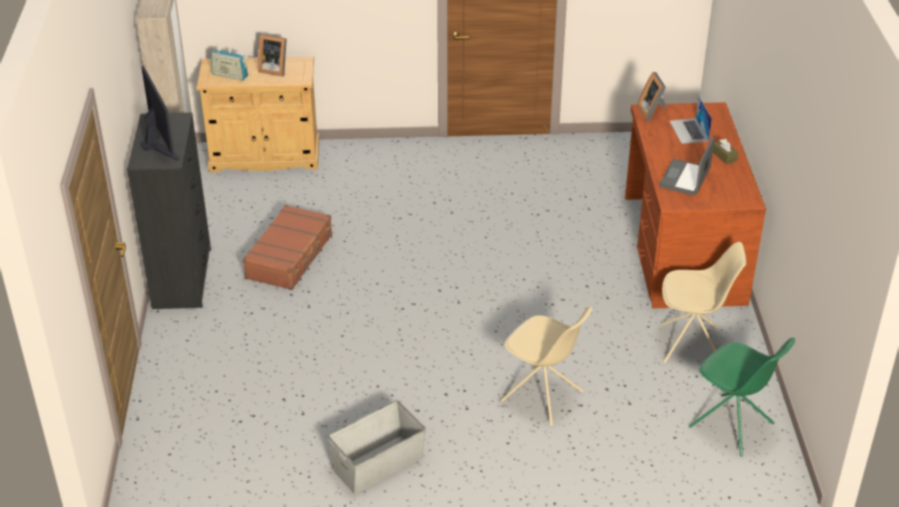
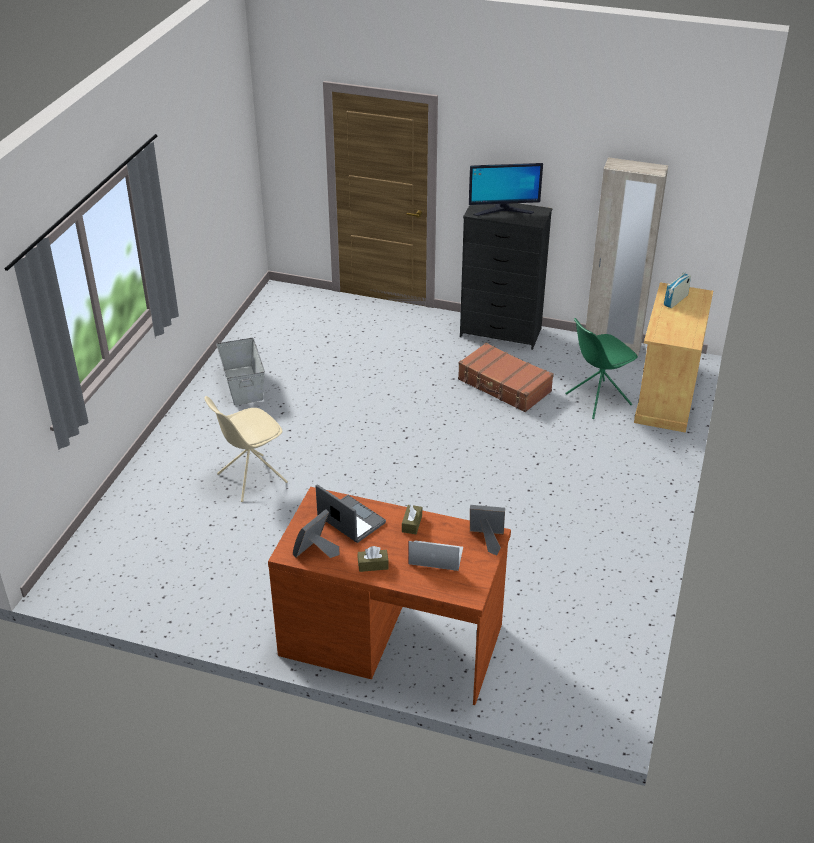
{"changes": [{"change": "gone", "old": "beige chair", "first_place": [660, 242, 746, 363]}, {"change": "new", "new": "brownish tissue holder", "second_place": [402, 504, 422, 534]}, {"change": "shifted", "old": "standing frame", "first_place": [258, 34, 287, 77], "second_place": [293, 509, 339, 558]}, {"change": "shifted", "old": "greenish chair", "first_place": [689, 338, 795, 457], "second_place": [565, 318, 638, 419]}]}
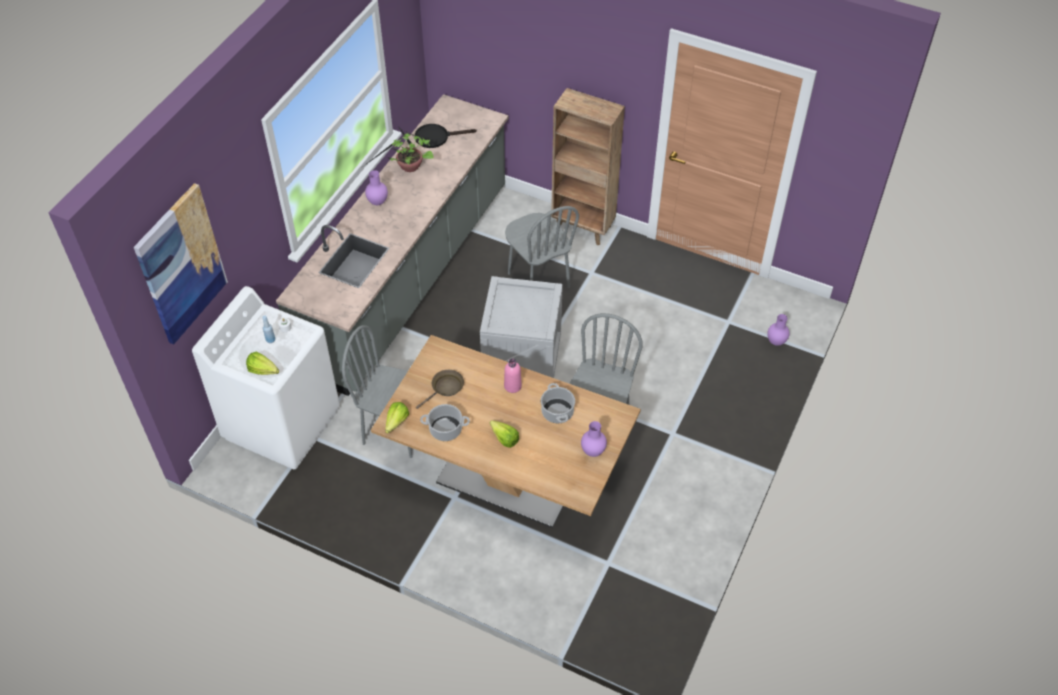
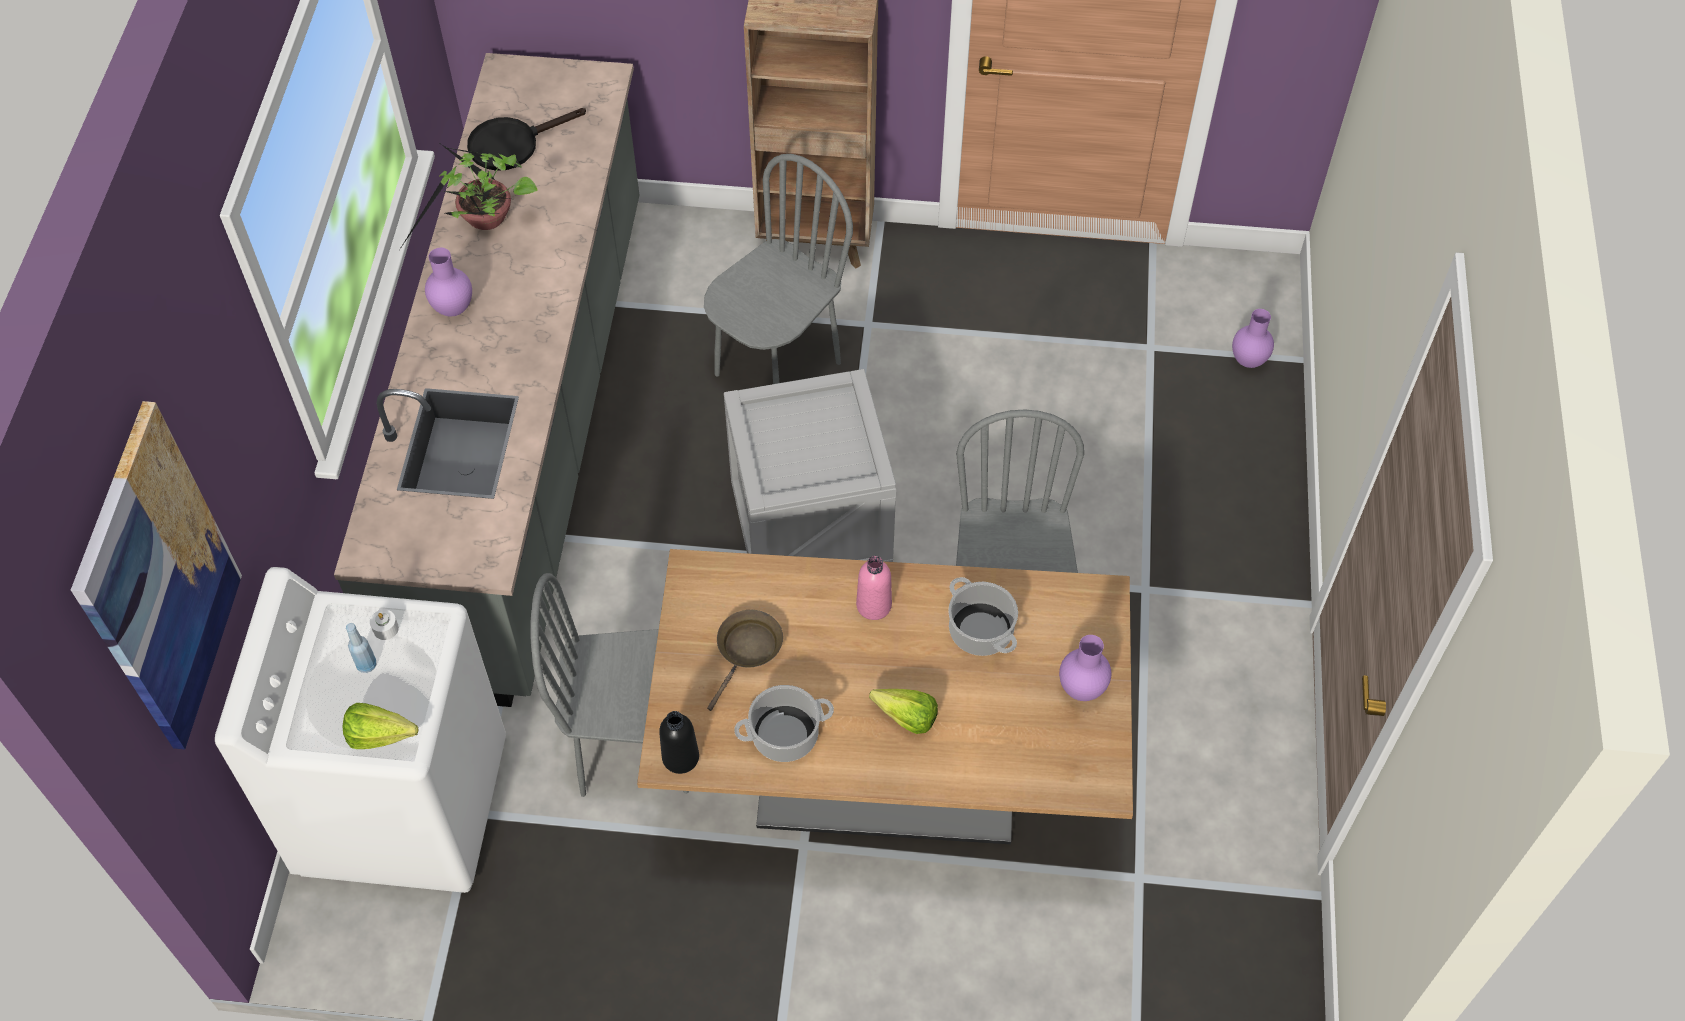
{"changes": [{"change": "swapped", "old": "lettuce head", "new": "blackish drink bottle", "first_place": [385, 402, 409, 434], "second_place": [659, 711, 699, 774]}, {"change": "rotated", "old": "grey chair", "first_place": [505, 206, 579, 288], "second_place": [704, 154, 853, 384], "degrees": -90}]}
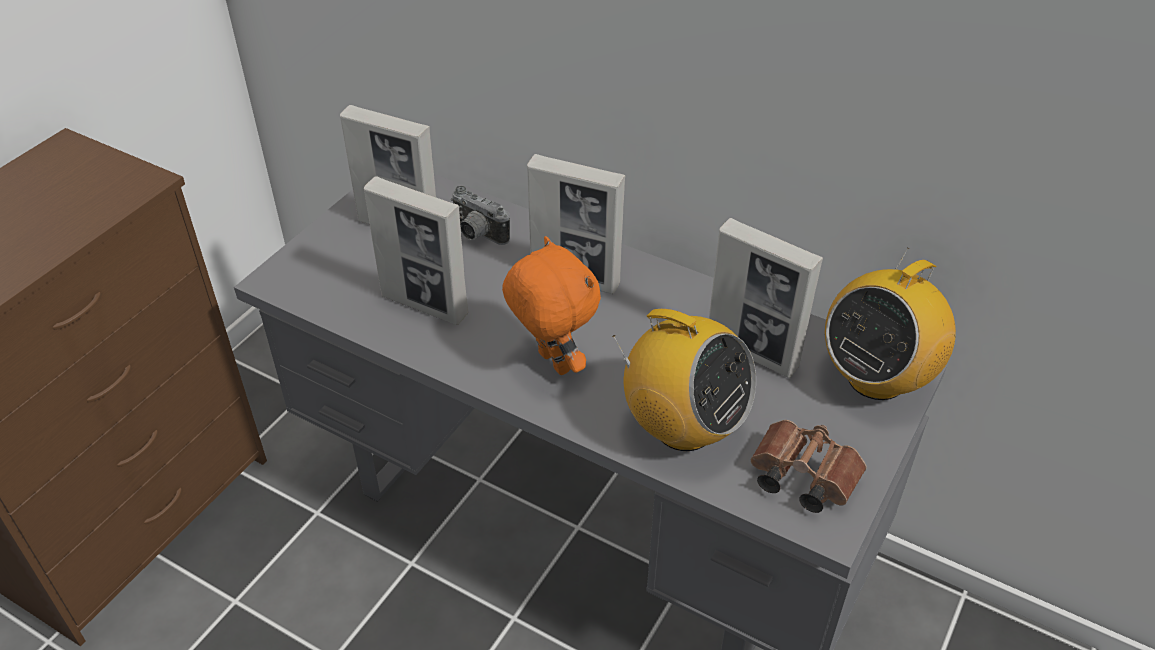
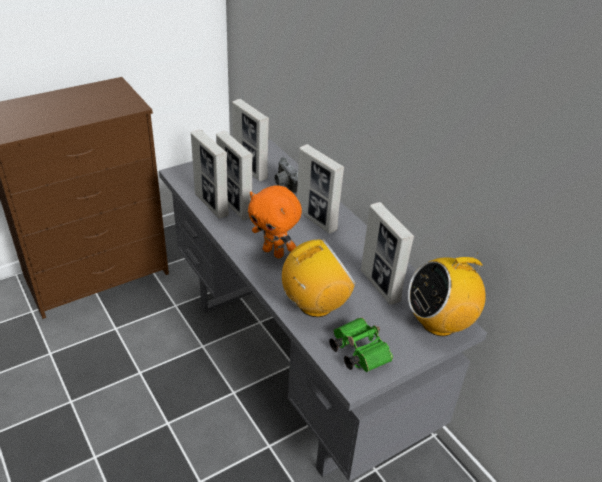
{"changes": [{"change": "new", "new": "standing frame", "second_place": [191, 129, 229, 218]}, {"change": "repainted", "old": "brownish field glasses", "new": "greenish field glasses", "first_place": [751, 420, 867, 513], "second_place": [329, 318, 393, 372]}, {"change": "rotated", "old": "orange-coloured cuddly toy", "first_place": [502, 236, 601, 375], "second_place": [248, 185, 302, 259], "degrees": 135}, {"change": "rotated", "old": "radio", "first_place": [612, 309, 756, 451], "second_place": [282, 239, 356, 317], "degrees": -90}]}
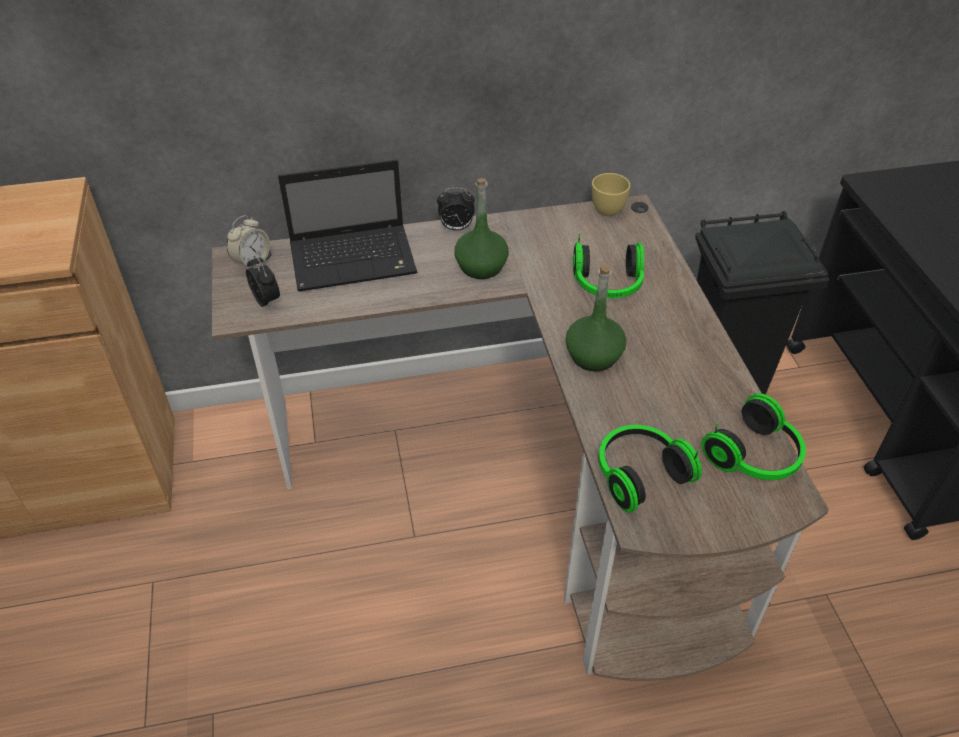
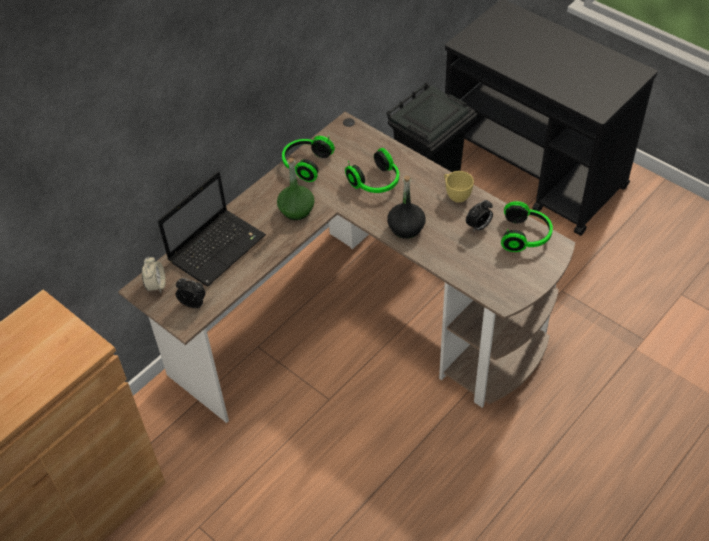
{"changes": [{"change": "shifted", "old": "bedside clock", "first_place": [437, 187, 475, 231], "second_place": [466, 200, 493, 232]}, {"change": "shifted", "old": "yellow-coloured small cup", "first_place": [592, 173, 630, 216], "second_place": [444, 171, 474, 203]}, {"change": "shifted", "old": "headphones", "first_place": [598, 425, 702, 513], "second_place": [282, 136, 335, 182]}, {"change": "repainted", "old": "greenish drink bottle", "new": "blackish drink bottle", "first_place": [565, 264, 626, 371], "second_place": [387, 175, 426, 239]}]}
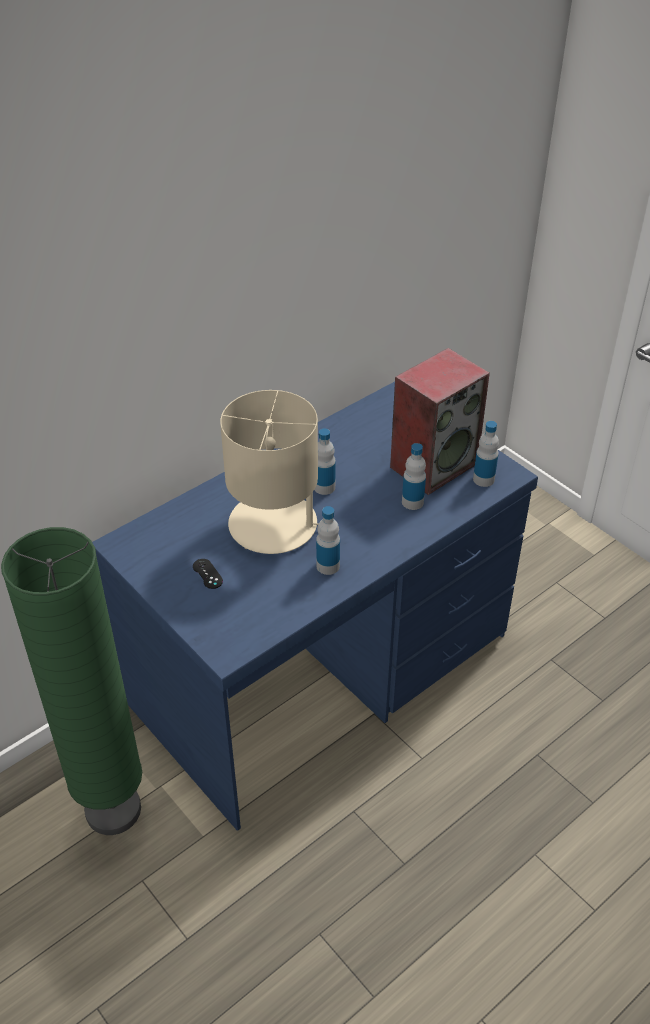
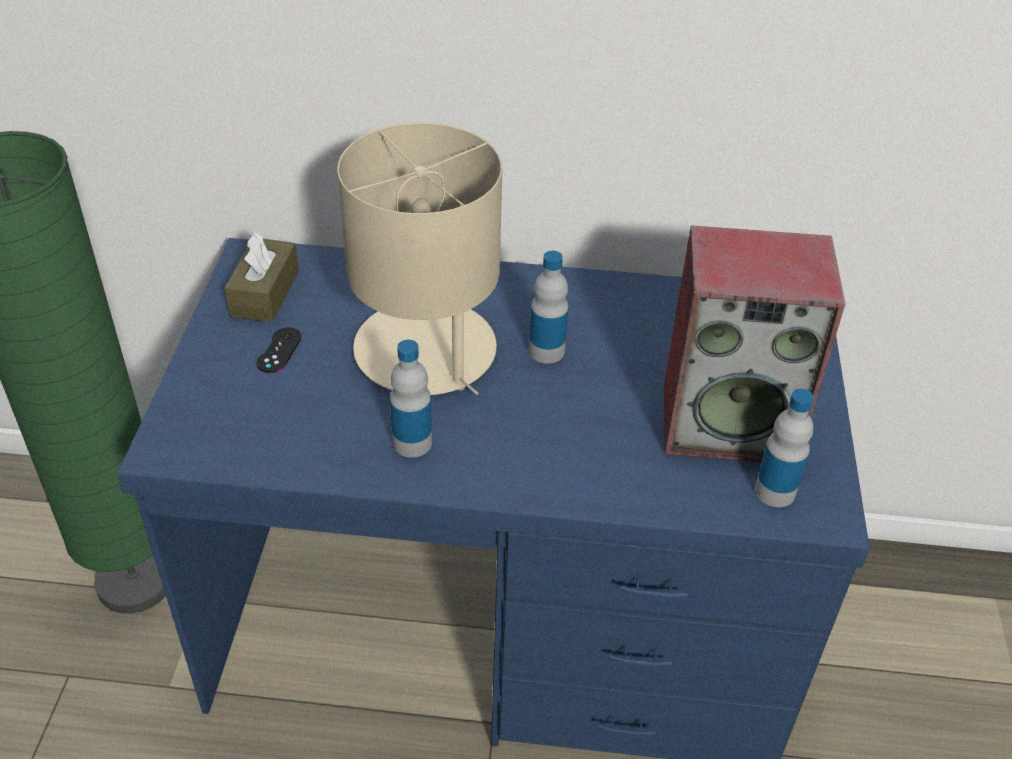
{"changes": [{"change": "gone", "old": "drink bottle", "first_place": [402, 443, 426, 510]}, {"change": "new", "new": "brownish tissue holder", "second_place": [224, 232, 299, 322]}]}
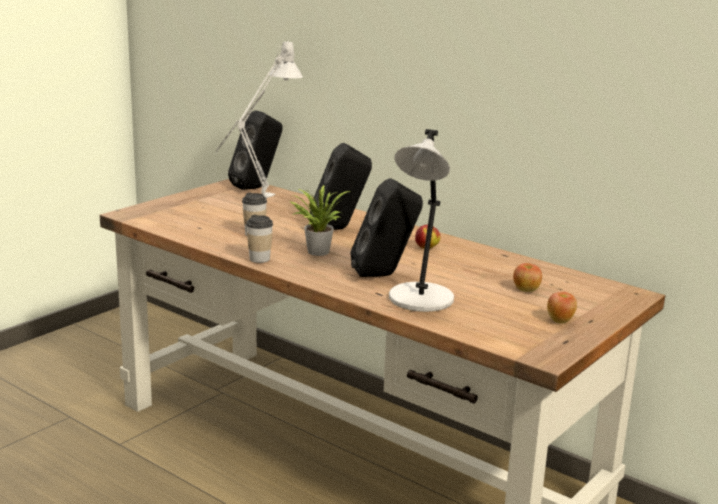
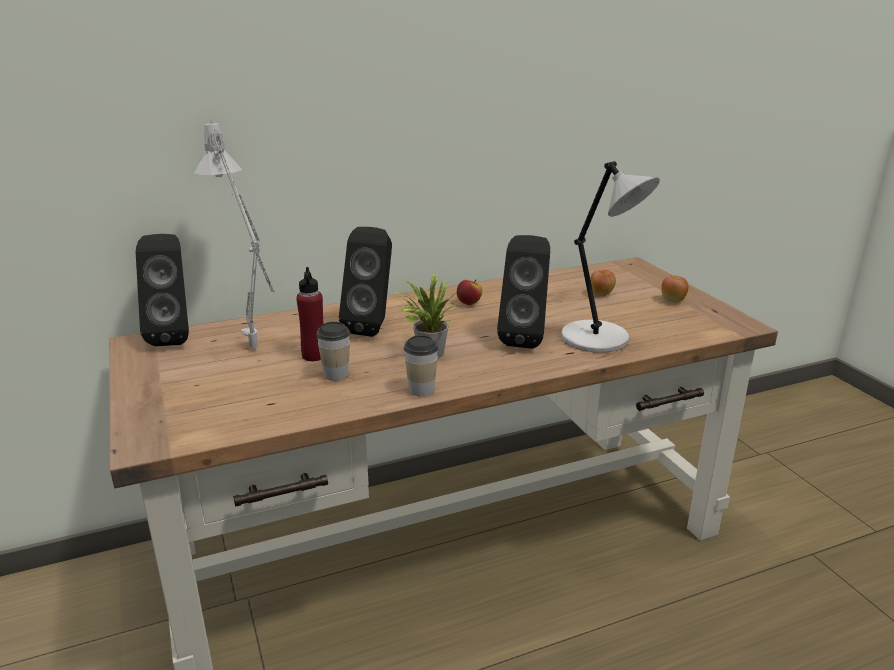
{"changes": [{"change": "new", "new": "reddish drink bottle", "second_place": [297, 267, 324, 361]}]}
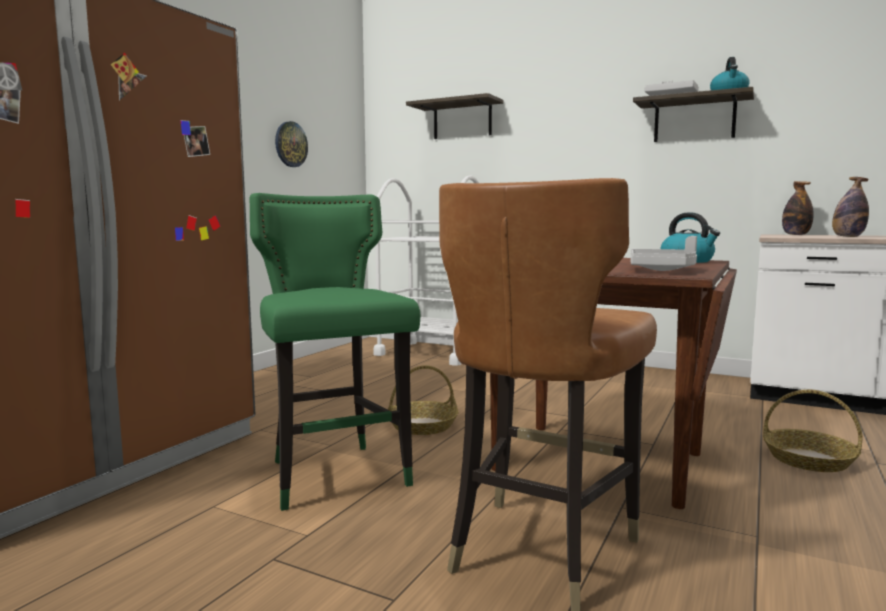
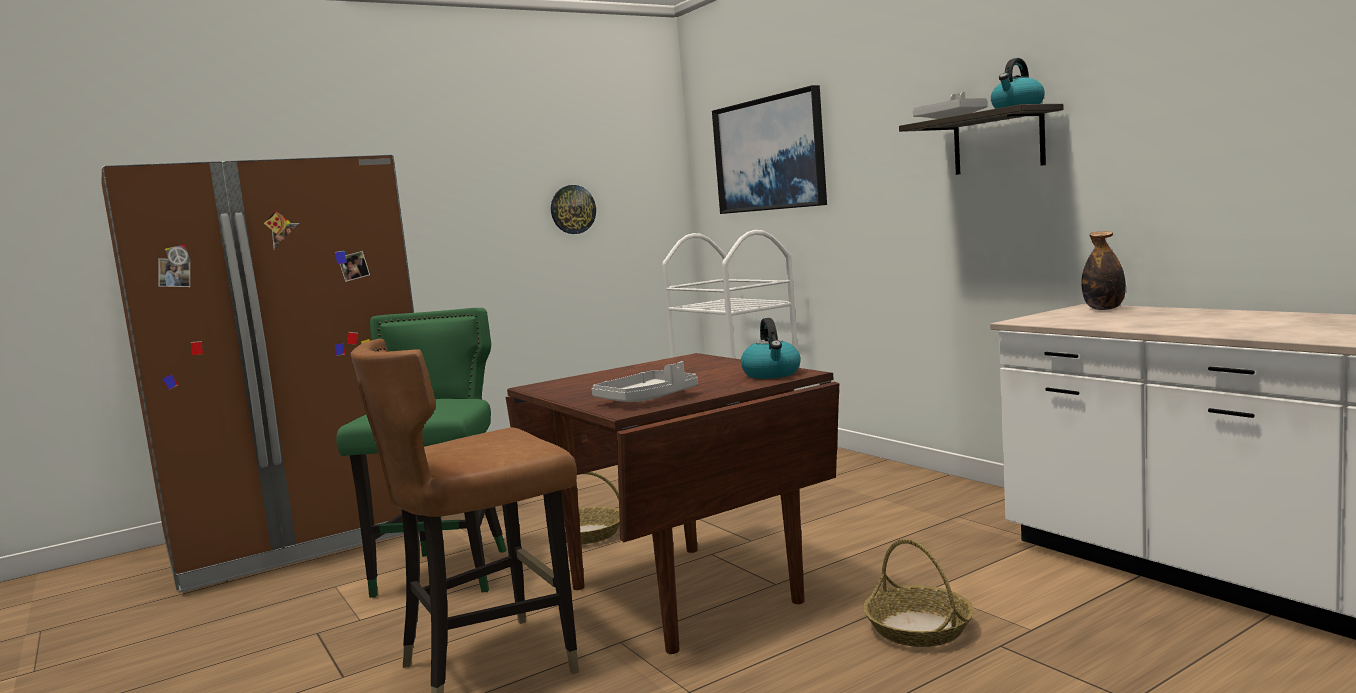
{"changes": [{"change": "gone", "old": "drink bottle", "first_place": [832, 177, 869, 237]}, {"change": "swapped", "old": "wall shelf", "new": "wall art", "first_place": [406, 93, 503, 139], "second_place": [712, 85, 827, 214]}]}
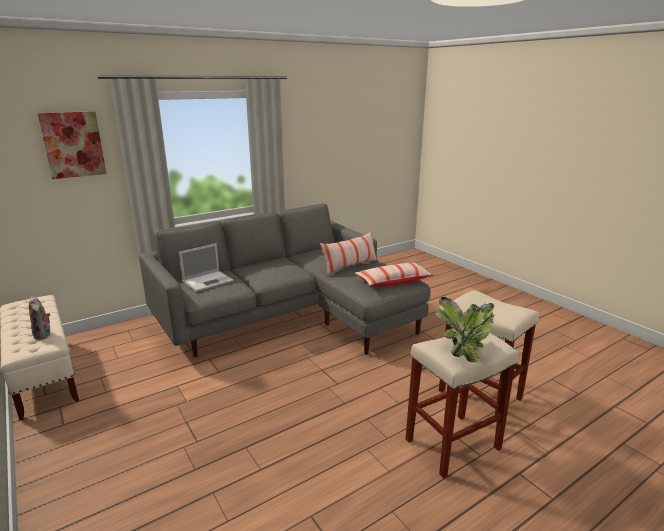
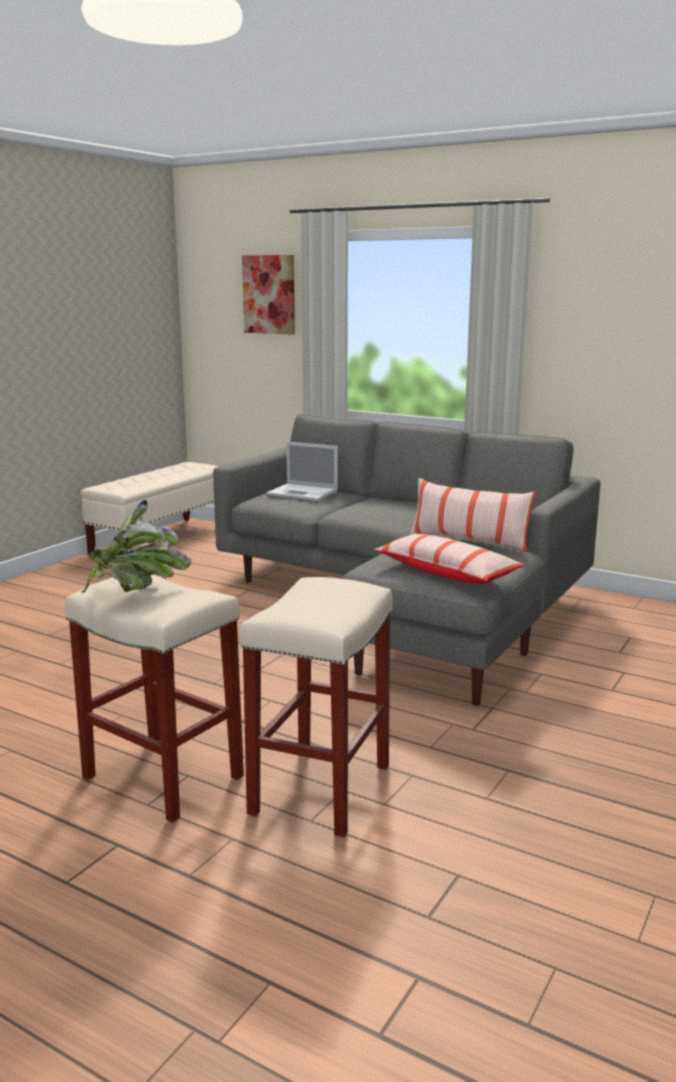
{"changes": [{"change": "gone", "old": "cuddly toy", "first_place": [29, 296, 50, 340]}]}
